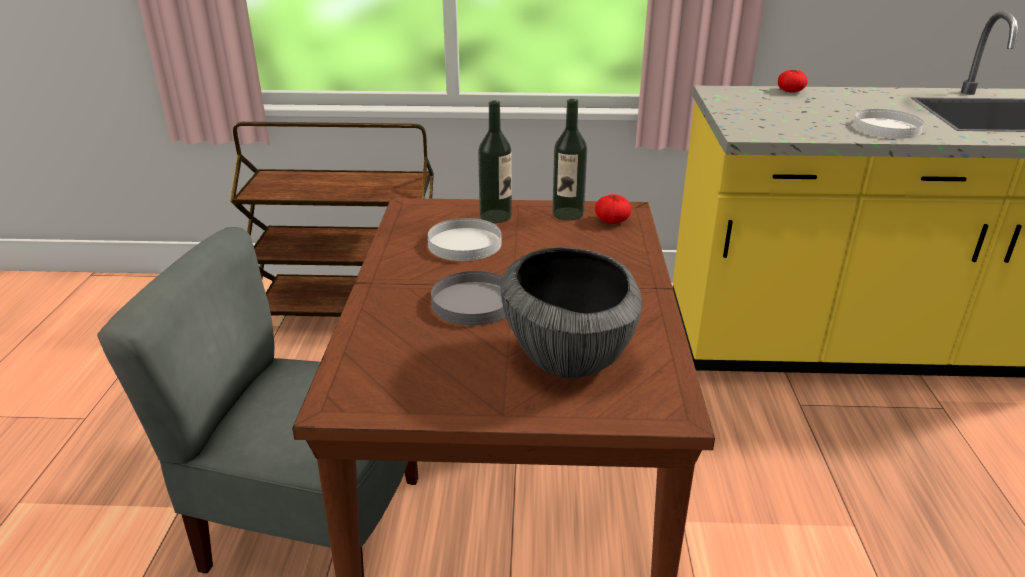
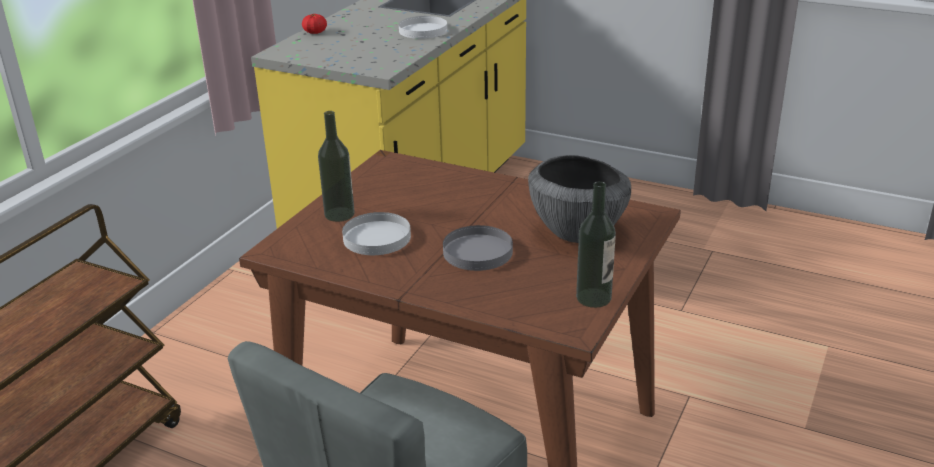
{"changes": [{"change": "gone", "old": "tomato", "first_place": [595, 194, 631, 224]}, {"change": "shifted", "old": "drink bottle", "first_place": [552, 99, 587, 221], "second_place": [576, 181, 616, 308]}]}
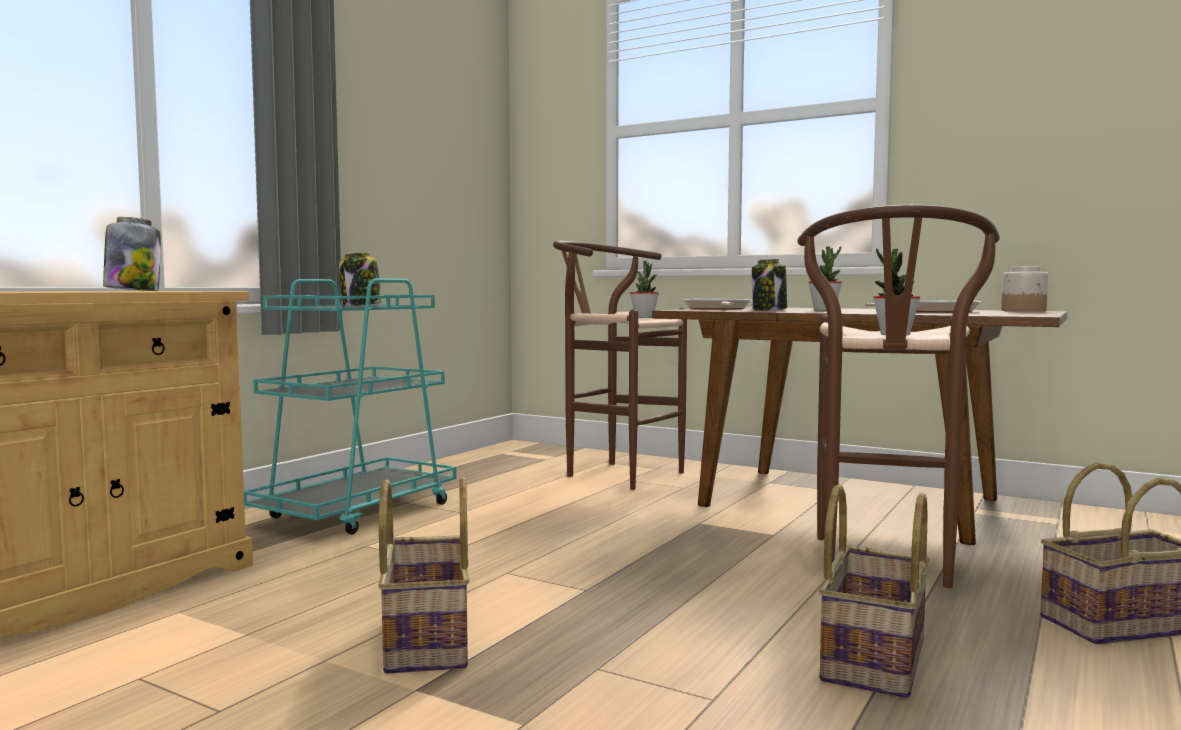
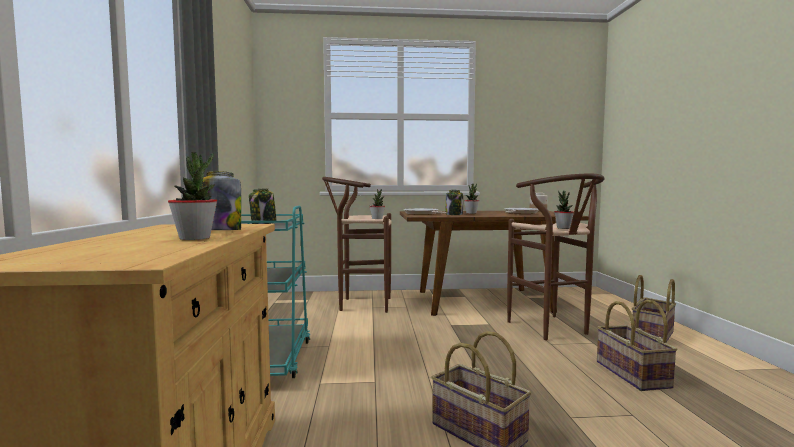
{"changes": [{"change": "new", "new": "plant in a pot", "second_place": [168, 152, 217, 240]}]}
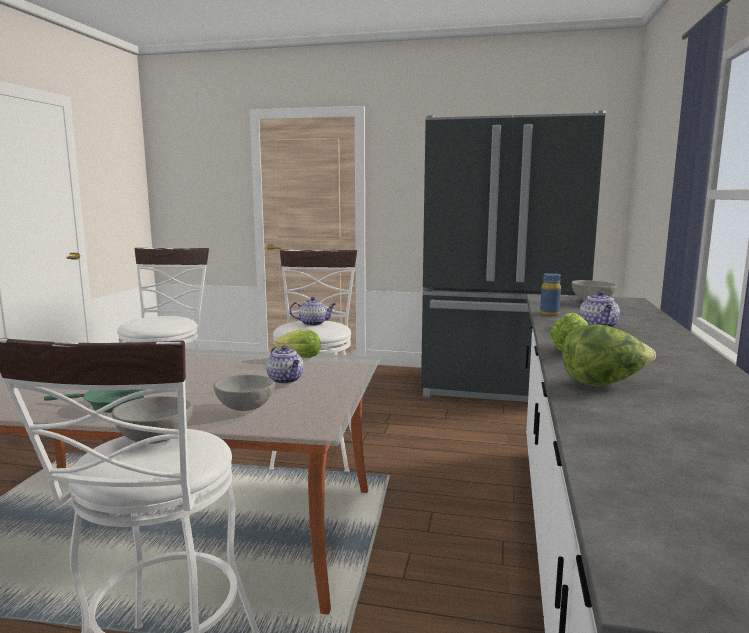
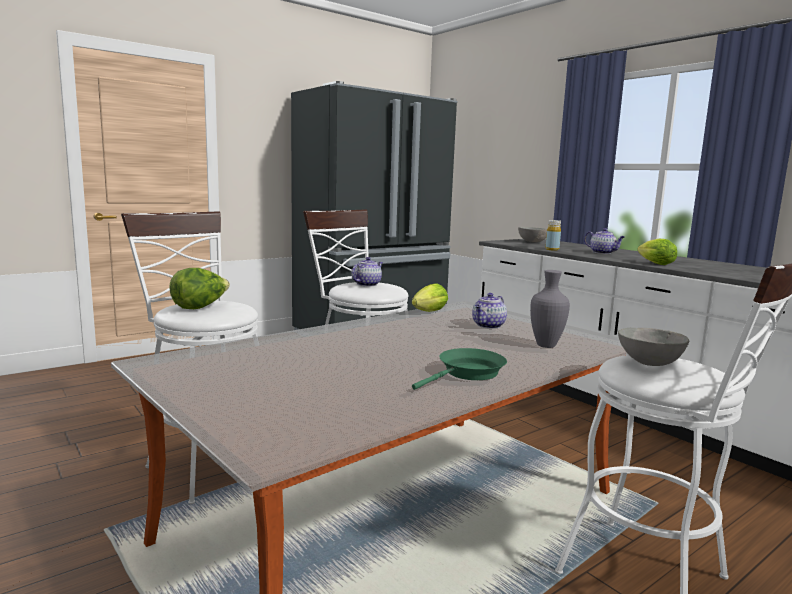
{"changes": [{"change": "shifted", "old": "lettuce head", "first_place": [562, 324, 656, 386], "second_place": [169, 268, 230, 309]}, {"change": "swapped", "old": "grey deep dish", "new": "grey flower vase", "first_place": [213, 375, 275, 411], "second_place": [530, 270, 570, 348]}, {"change": "repainted", "old": "blue drink bottle", "new": "yellow-coloured drink bottle", "first_place": [540, 273, 561, 316], "second_place": [545, 220, 561, 251]}, {"change": "rotated", "old": "pot for tea", "first_place": [266, 345, 304, 384], "second_place": [472, 293, 507, 329], "degrees": 120}]}
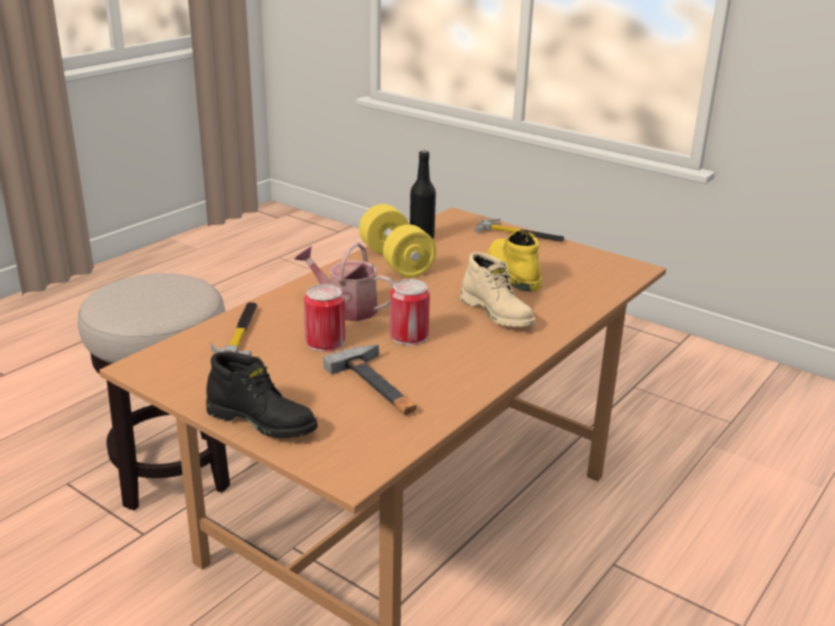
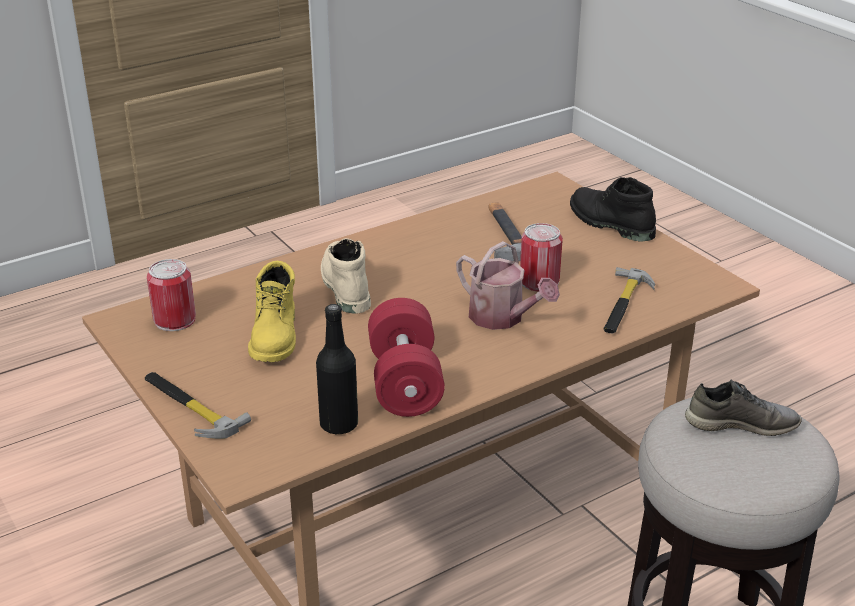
{"changes": [{"change": "new", "new": "grey item of footwear", "second_place": [685, 380, 801, 436]}, {"change": "shifted", "old": "can", "first_place": [390, 279, 430, 345], "second_place": [147, 259, 196, 331]}, {"change": "repainted", "old": "yellow-coloured free weight", "new": "reddish free weight", "first_place": [359, 204, 436, 278], "second_place": [368, 298, 445, 417]}]}
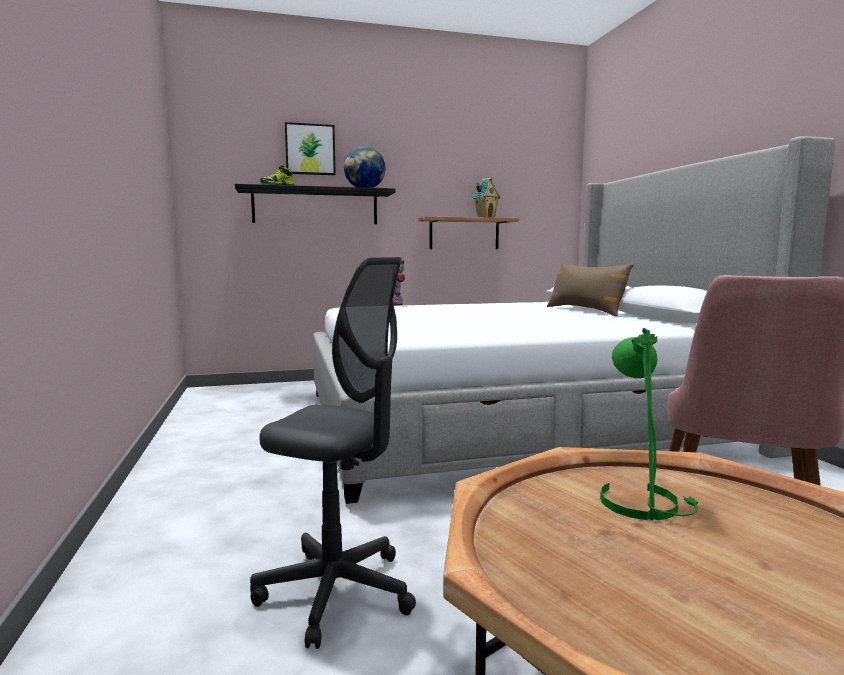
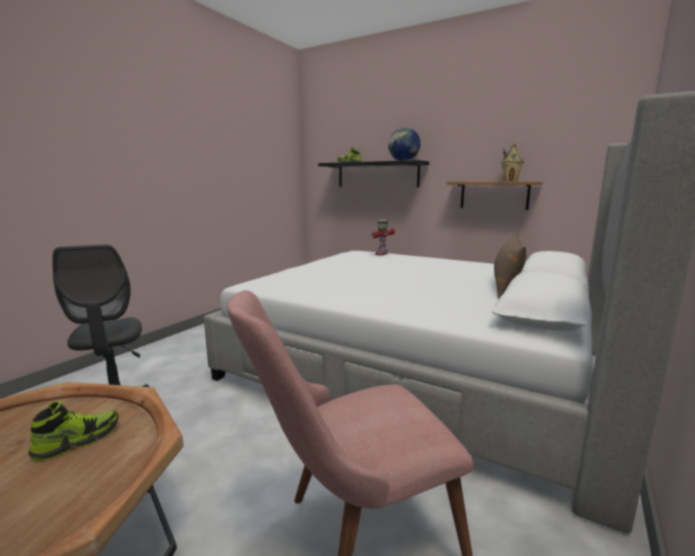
{"changes": [{"change": "gone", "old": "wall art", "first_place": [285, 122, 336, 175]}, {"change": "swapped", "old": "greenish table lamp", "new": "item of footwear", "first_place": [600, 328, 699, 520], "second_place": [29, 401, 119, 461]}]}
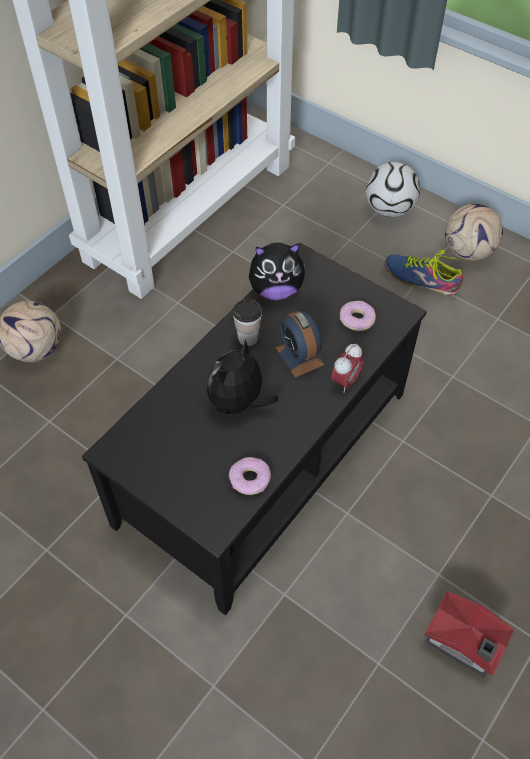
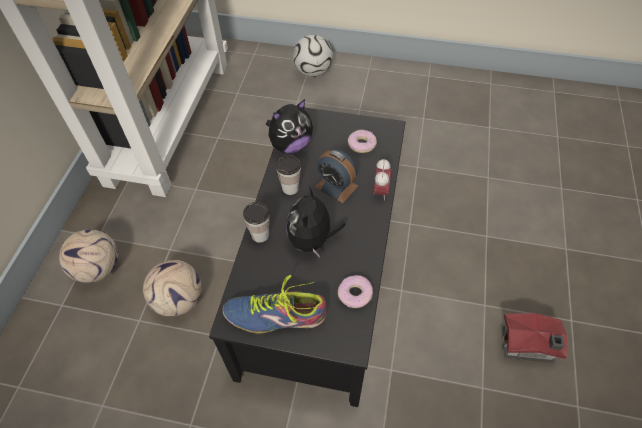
{"changes": [{"change": "new", "new": "small cup", "second_place": [243, 202, 270, 243]}, {"change": "shifted", "old": "item of footwear", "first_place": [384, 250, 463, 295], "second_place": [223, 274, 327, 334]}, {"change": "shifted", "old": "football", "first_place": [445, 204, 503, 260], "second_place": [143, 260, 202, 317]}]}
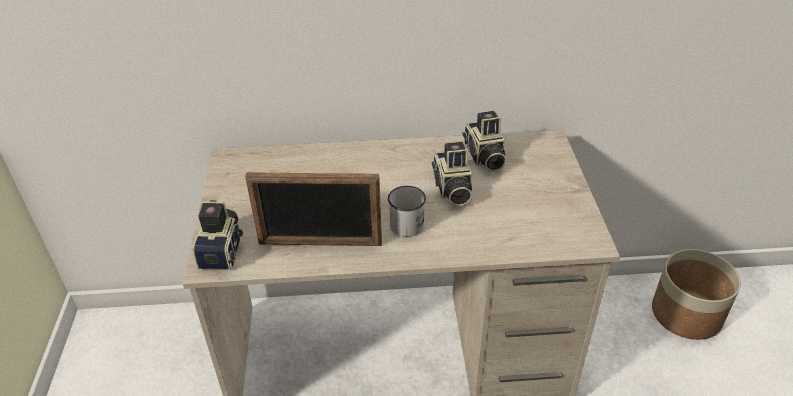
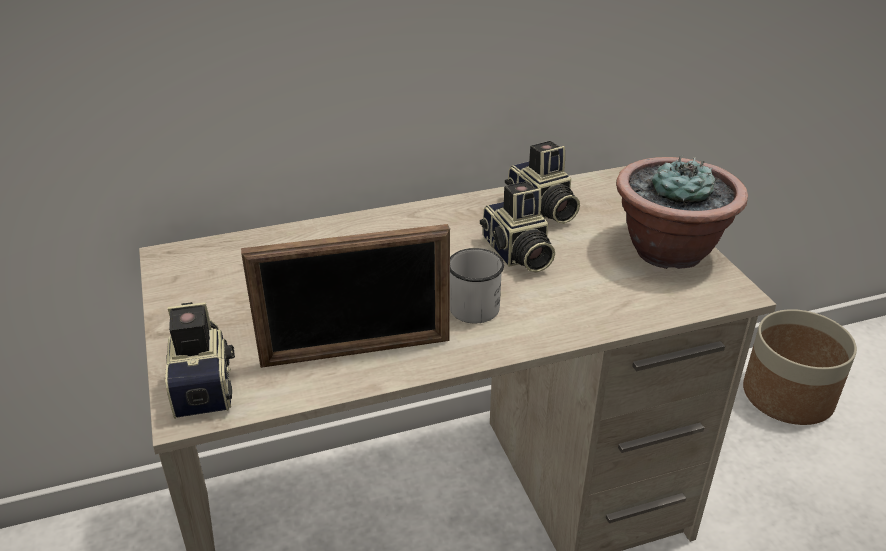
{"changes": [{"change": "new", "new": "plant in a pot", "second_place": [616, 155, 748, 269]}]}
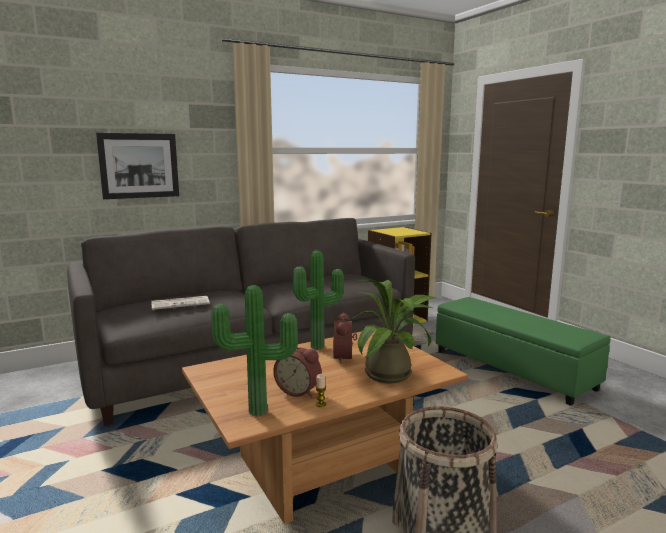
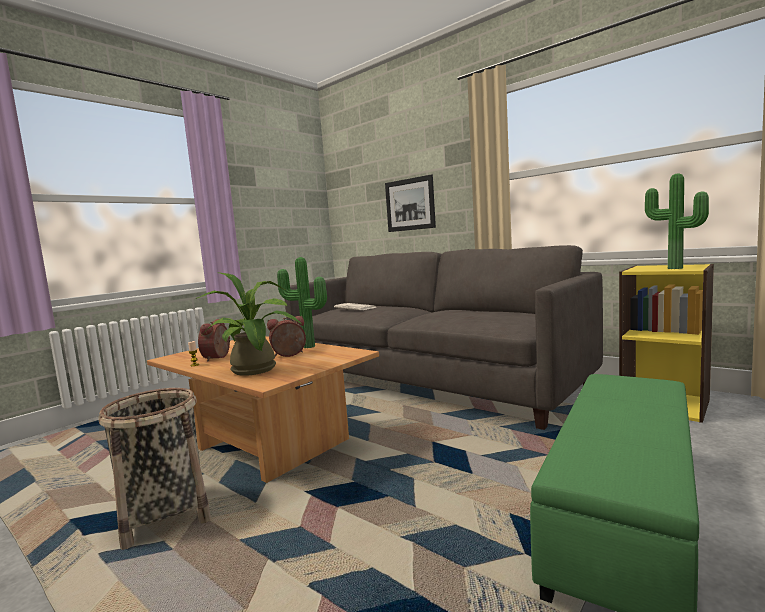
{"changes": [{"change": "shifted", "old": "plant in a pot", "first_place": [211, 285, 298, 416], "second_place": [645, 173, 709, 269]}]}
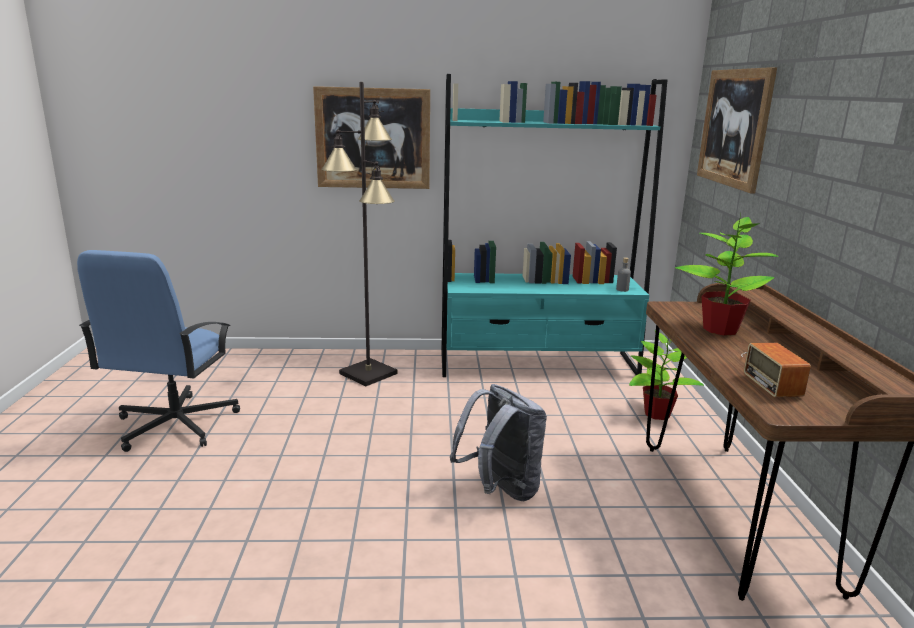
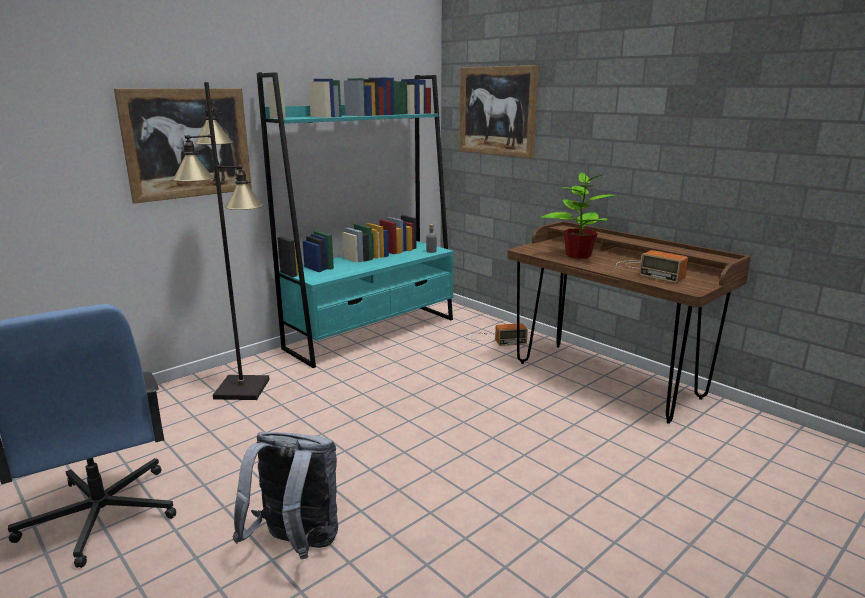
{"changes": [{"change": "shifted", "old": "grey rucksack", "first_place": [450, 384, 547, 501], "second_place": [233, 432, 338, 559]}, {"change": "swapped", "old": "plant in a pot", "new": "radio", "first_place": [629, 330, 704, 420], "second_place": [465, 323, 528, 346]}]}
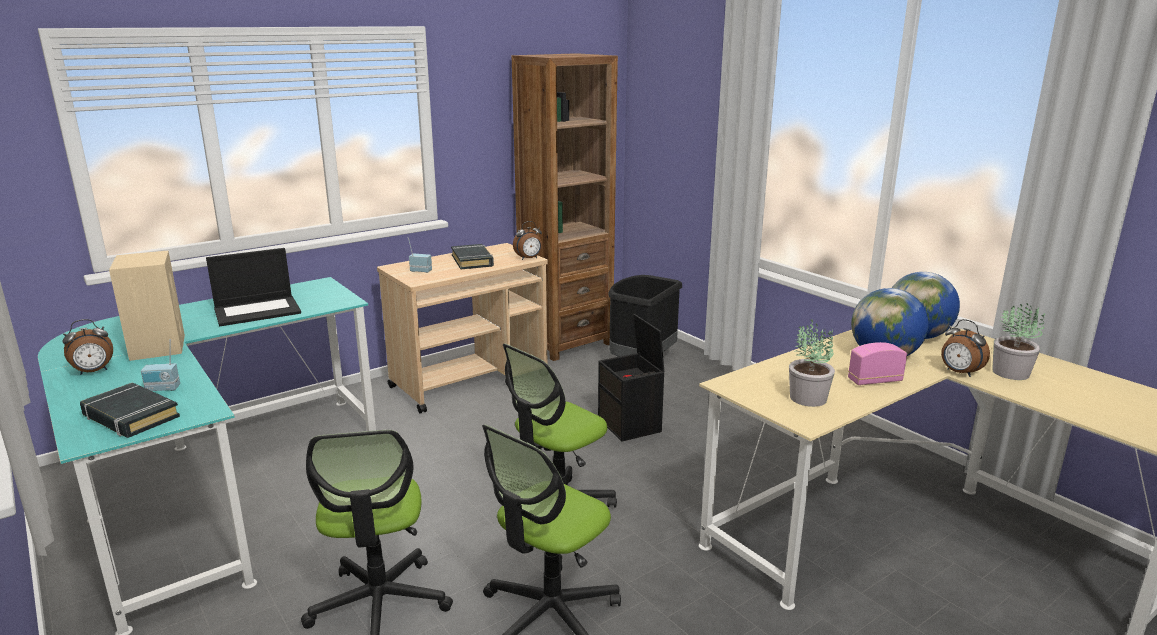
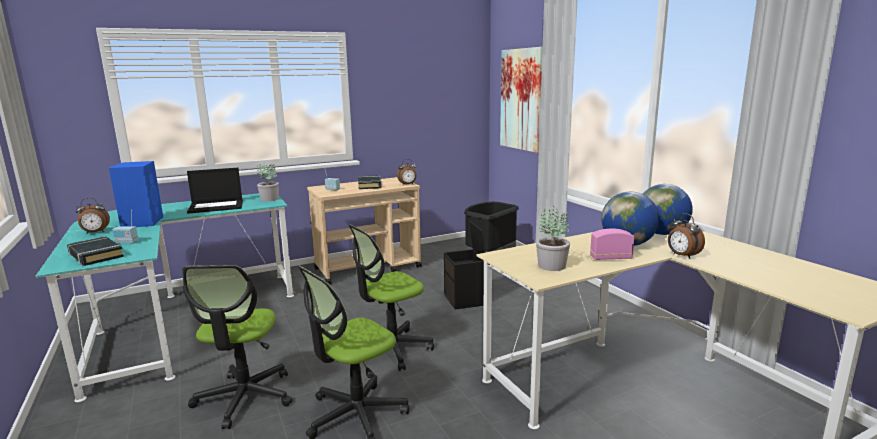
{"changes": [{"change": "gone", "old": "brownish shelving unit", "first_place": [512, 53, 618, 361]}, {"change": "new", "new": "wall art", "second_place": [500, 47, 543, 153]}, {"change": "shifted", "old": "plant in a pot", "first_place": [992, 303, 1045, 380], "second_place": [257, 164, 279, 201]}, {"change": "repainted", "old": "beige loudspeaker", "new": "blue loudspeaker", "first_place": [109, 251, 185, 361], "second_place": [109, 161, 163, 227]}]}
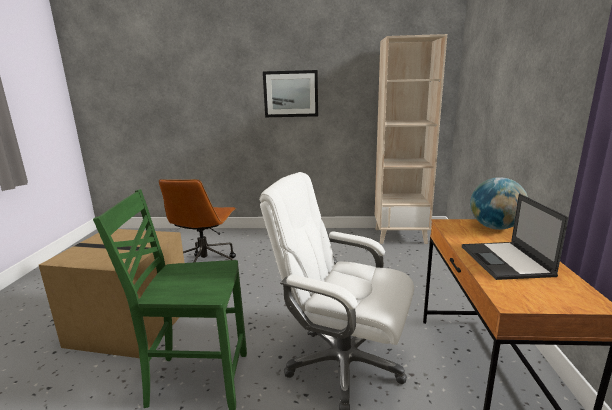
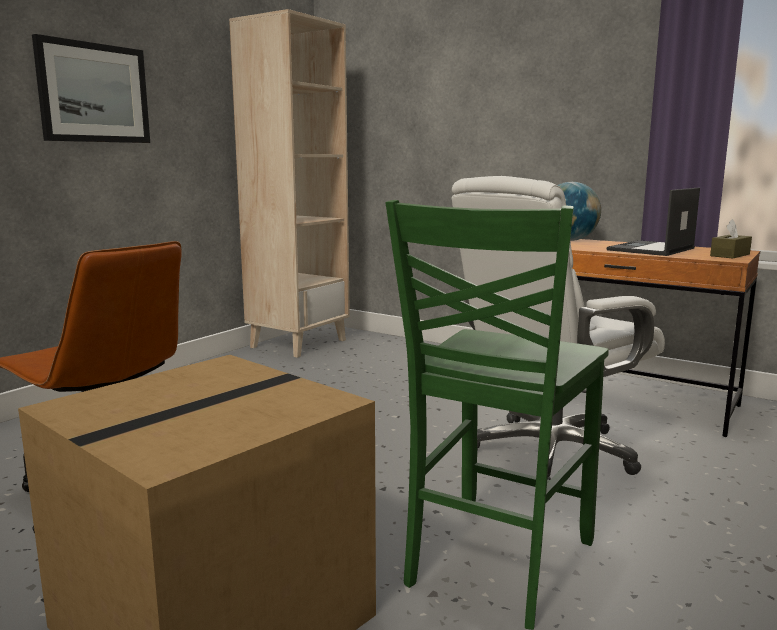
{"changes": [{"change": "new", "new": "brownish tissue holder", "second_place": [710, 219, 752, 259]}, {"change": "rotated", "old": "laptop", "first_place": [462, 193, 569, 280], "second_place": [607, 188, 700, 256], "degrees": 105}]}
